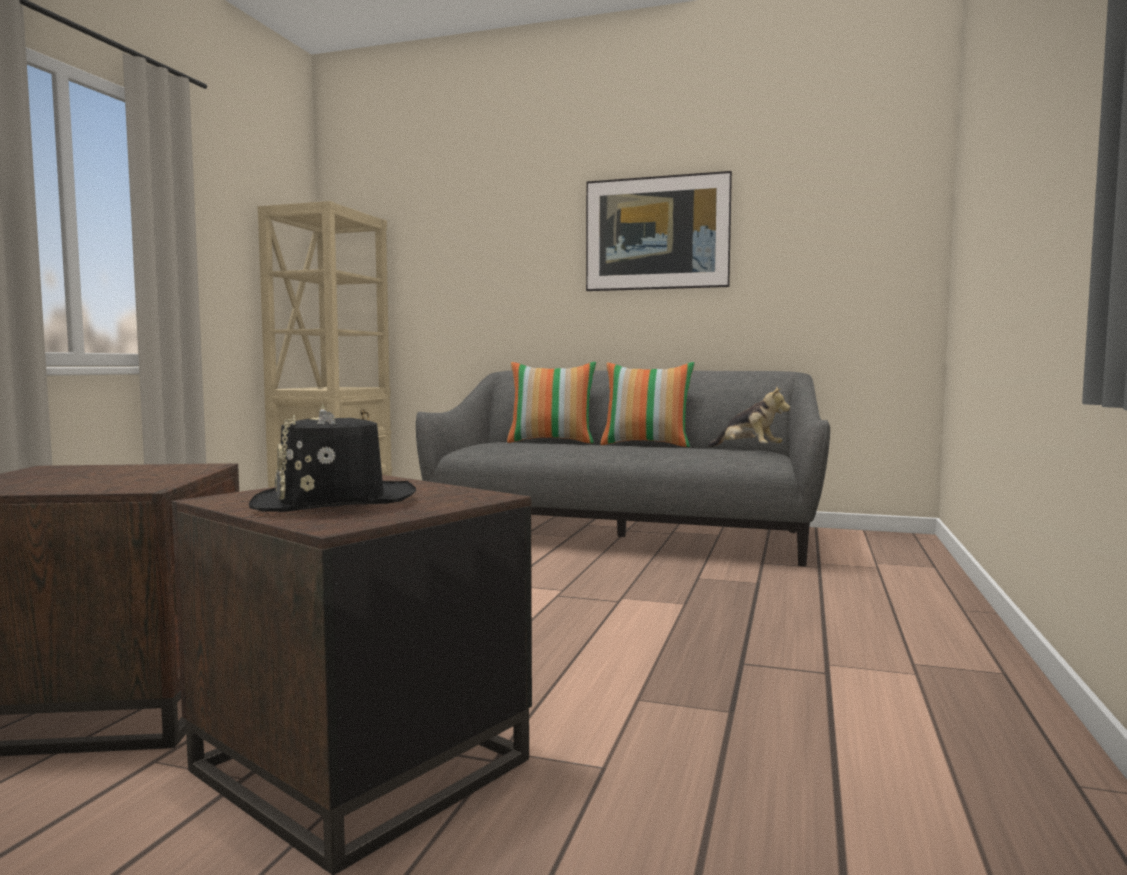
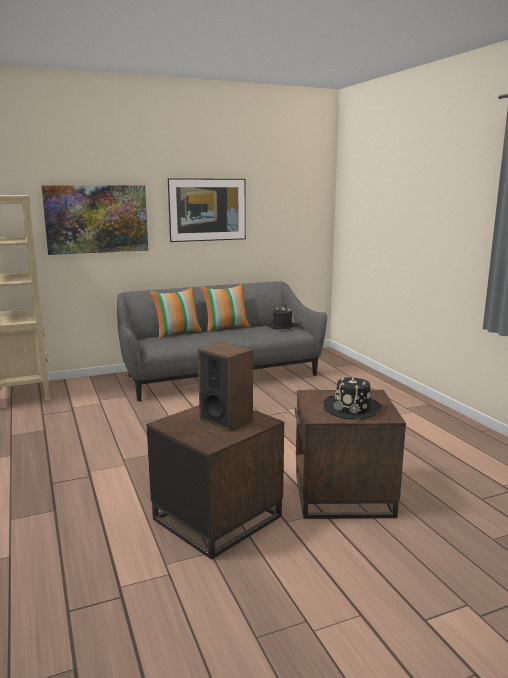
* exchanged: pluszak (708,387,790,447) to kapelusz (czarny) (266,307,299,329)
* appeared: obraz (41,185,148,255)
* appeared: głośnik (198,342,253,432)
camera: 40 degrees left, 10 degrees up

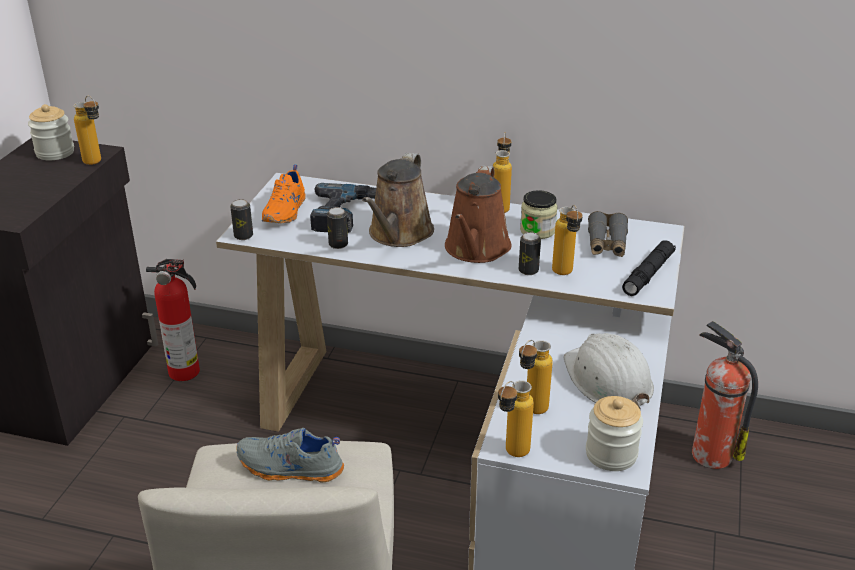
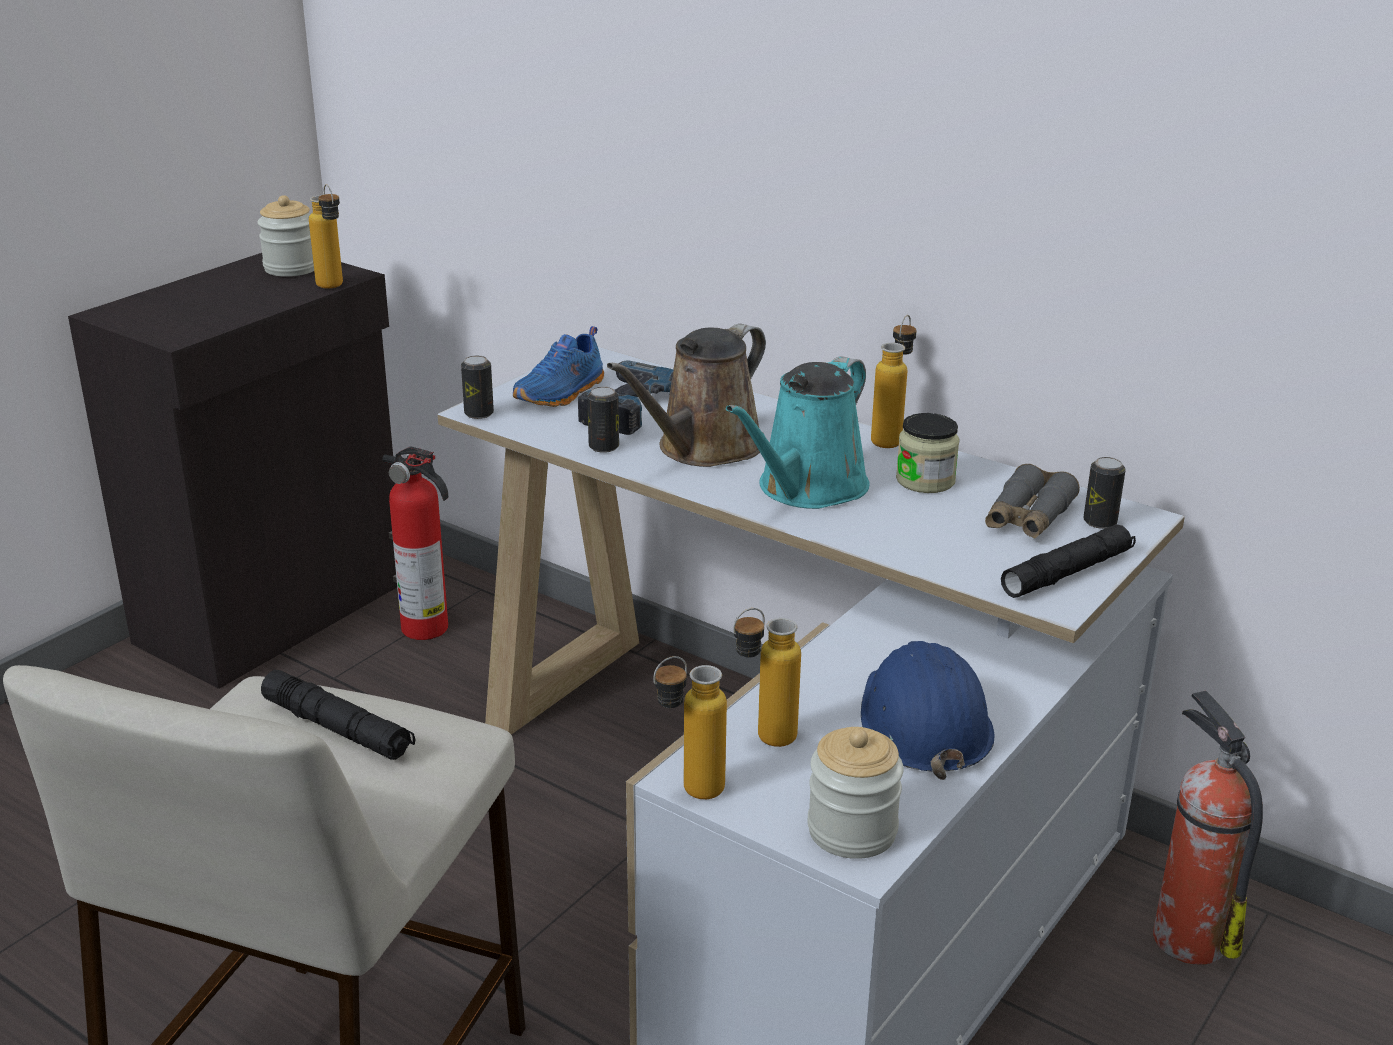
* colour: but (pomarańczowy) (262,165,306,223) to but (niebieski) (513,326,604,407)
* colour: konewka (brązowy) (445,166,512,263) to konewka (turkusowy) (726,356,870,509)
* missing: butelka (552,205,583,275)
* relocated: puszka (519,232,541,275) to (1083,457,1126,529)
* colour: kask (biały) (563,333,654,410) to kask (niebieski) (861,641,995,780)
* exchanged: but (szary) (236,428,344,482) to latarka (czarny) (261,670,416,760)
camera: 20 degrees right, 5 degrees down

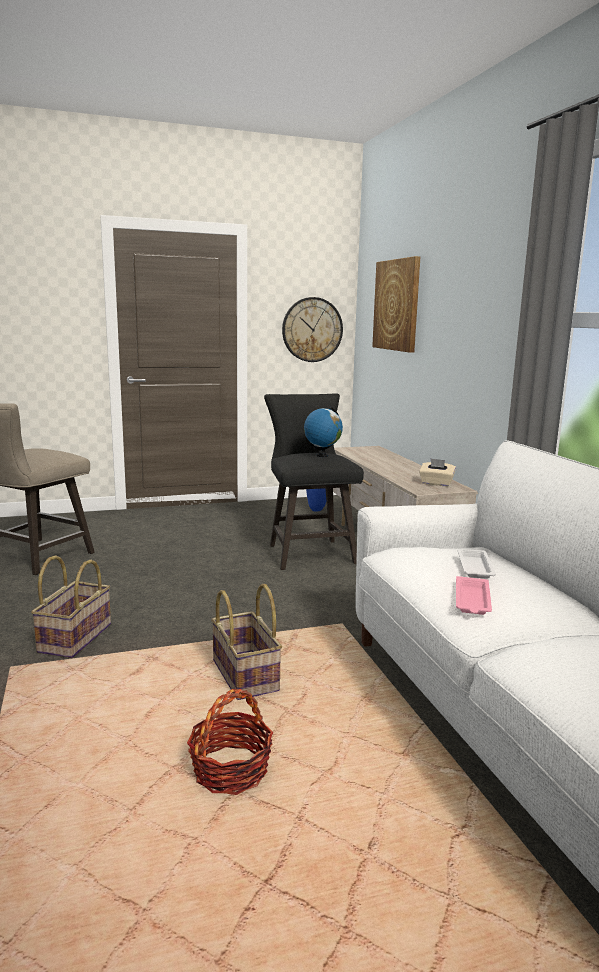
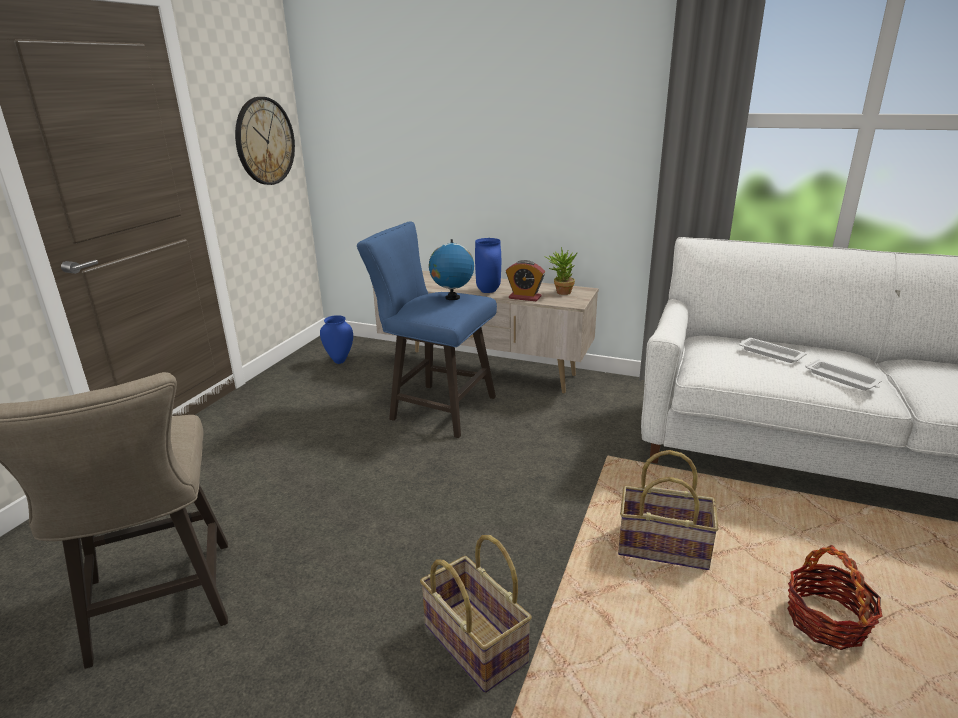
* missing: obraz (372,256,420,353)
* colour: stołek (czarny) (264,394,364,570) to stołek (niebieski) (357,221,497,438)
* exchanged: pudełko chusteczek (beżowy) (419,458,456,486) to roślina doniczkowa (544,247,578,295)
* colour: taca (różowy) (456,576,492,615) to taca (biały) (805,359,882,391)
* appeared: wazon (niebieski) (475,238,501,293)
* appeared: budzik (506,260,545,302)
camera: 50 degrees left, 10 degrees up

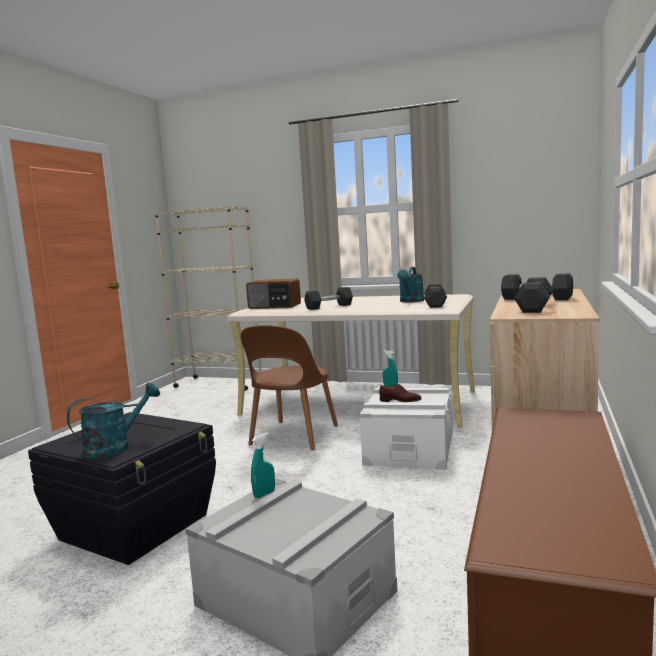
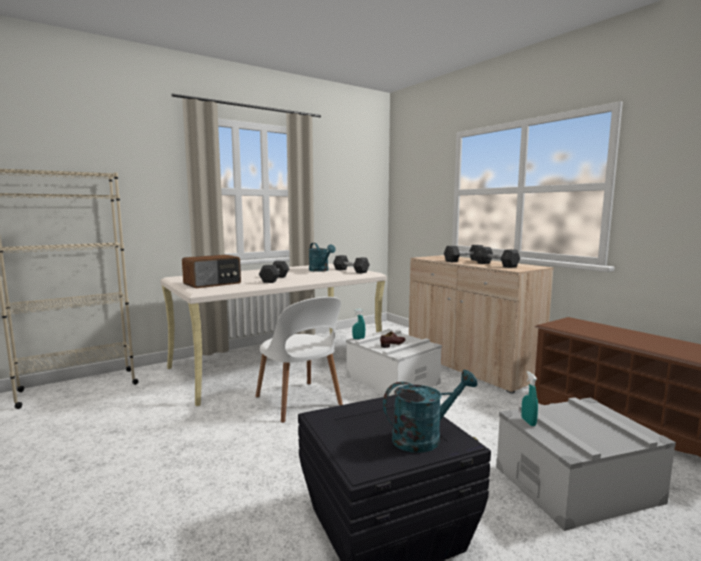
* colour: krzesło (brązowy) (241,325,338,450) to krzesło (biały) (255,297,343,423)
* spun: konewka (turkusowy) (67,382,160,459) = (383,370,478,453) 75 degrees clockwise
camera: 55 degrees left, 0 degrees up

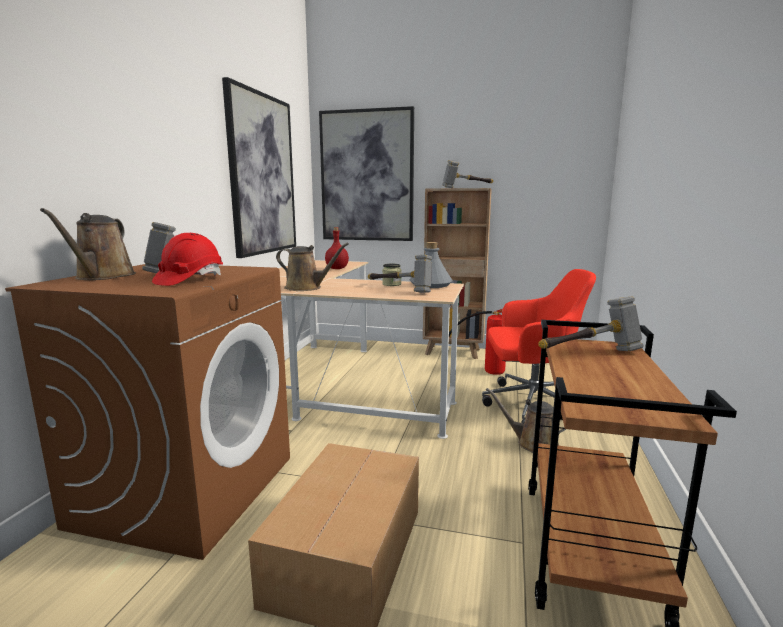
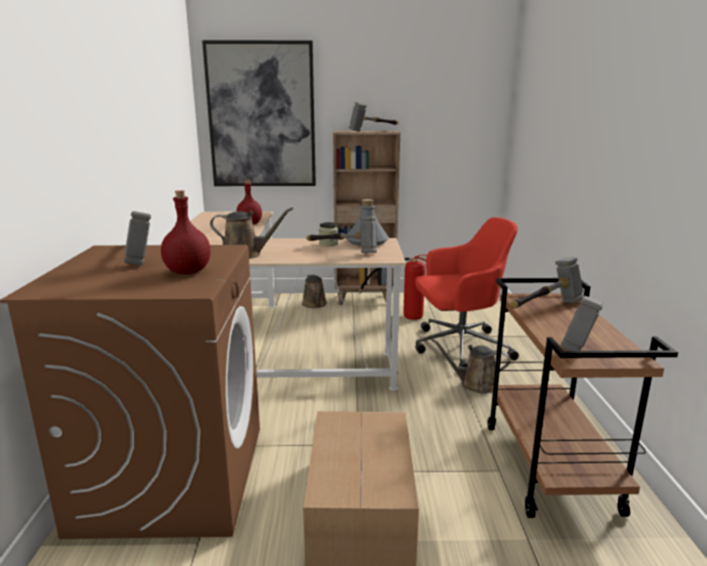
* missing: obraz (222,77,296,258)
* relocated: konewka (brązowy) (40,208,136,280) to (302,274,327,308)
* exchanged: kask (czerwony) (152,233,223,286) to butelka (czerwony) (161,190,211,274)
* appeared: młotek (561,296,603,351)
camera: 15 degrees left, 5 degrees up

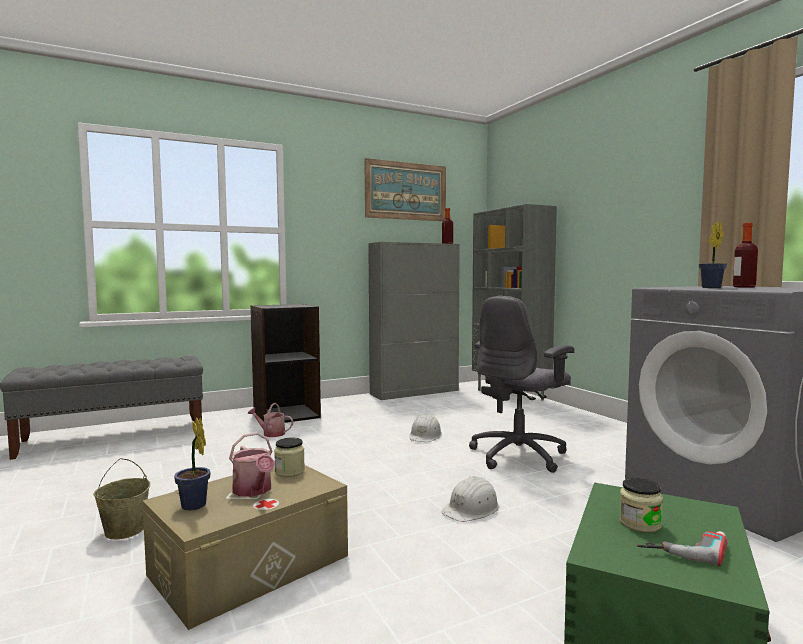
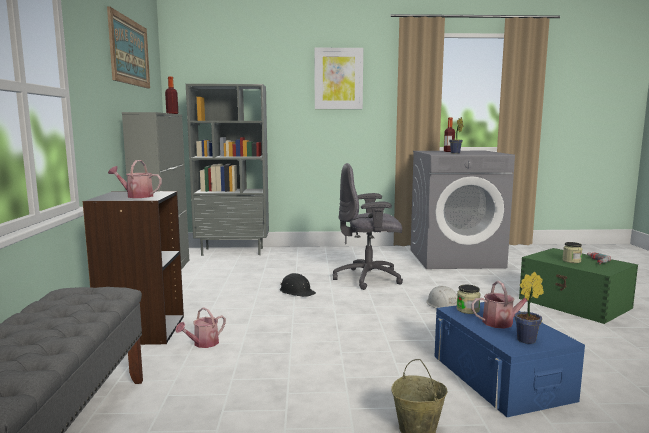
* spun: krzesło biurowe (szary) (469,296,575,473) = (333,163,403,290) 105 degrees clockwise
* colour: kask (biały) (410,414,442,442) to kask (czarny) (280,273,316,297)
* colour: pojemnik do przechowywania (beżowy) (142,464,348,630) to pojemnik do przechowywania (niebieski) (434,302,585,417)
* appeared: obraz (314,48,363,109)
* appeared: konewka (108,160,162,198)
camera: 65 degrees left, 5 degrees up

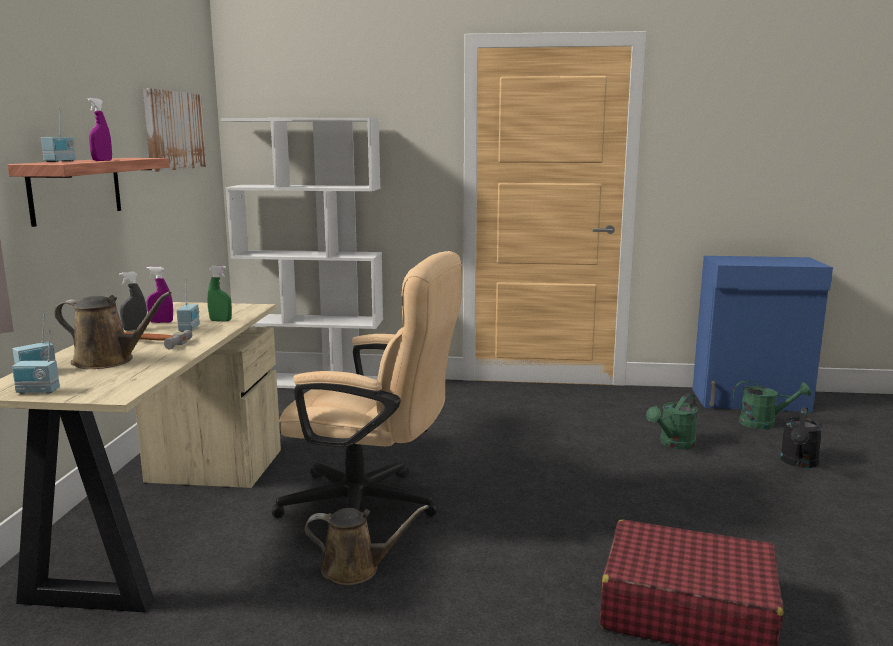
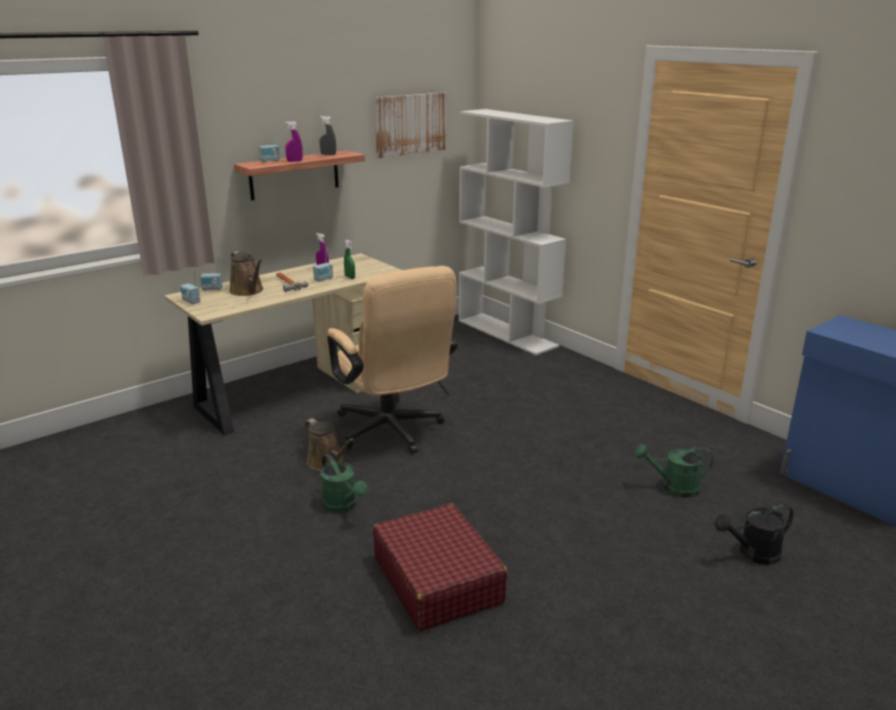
* relocated: spryskiwacz (szary) (119,271,147,331) to (320,116,336,155)
* relocated: konewka (zielony) (733,380,811,429) to (320,454,368,513)
camera: 45 degrees right, 10 degrees up

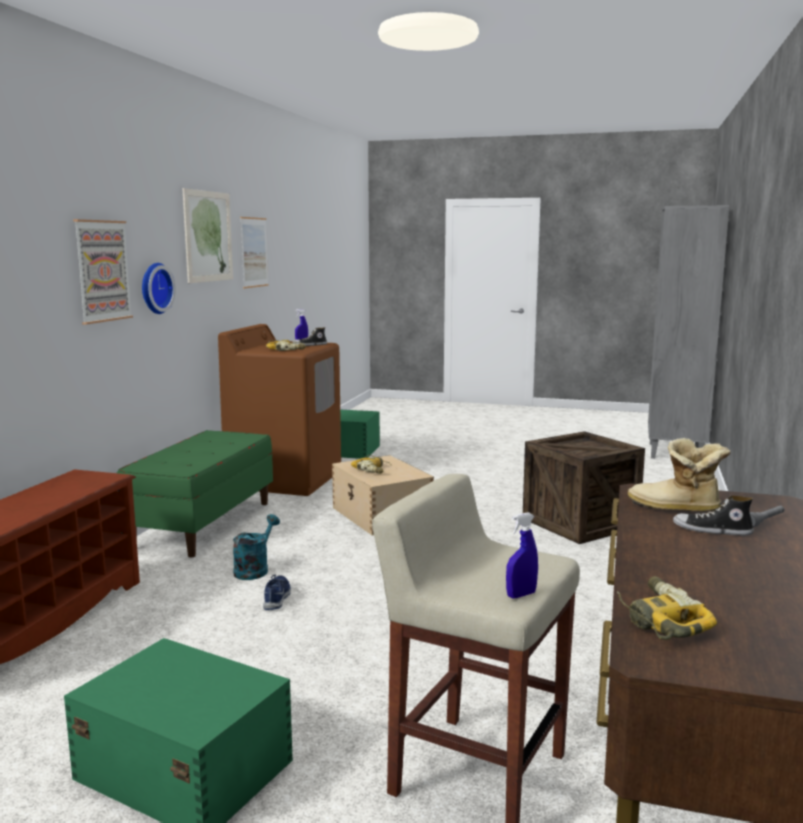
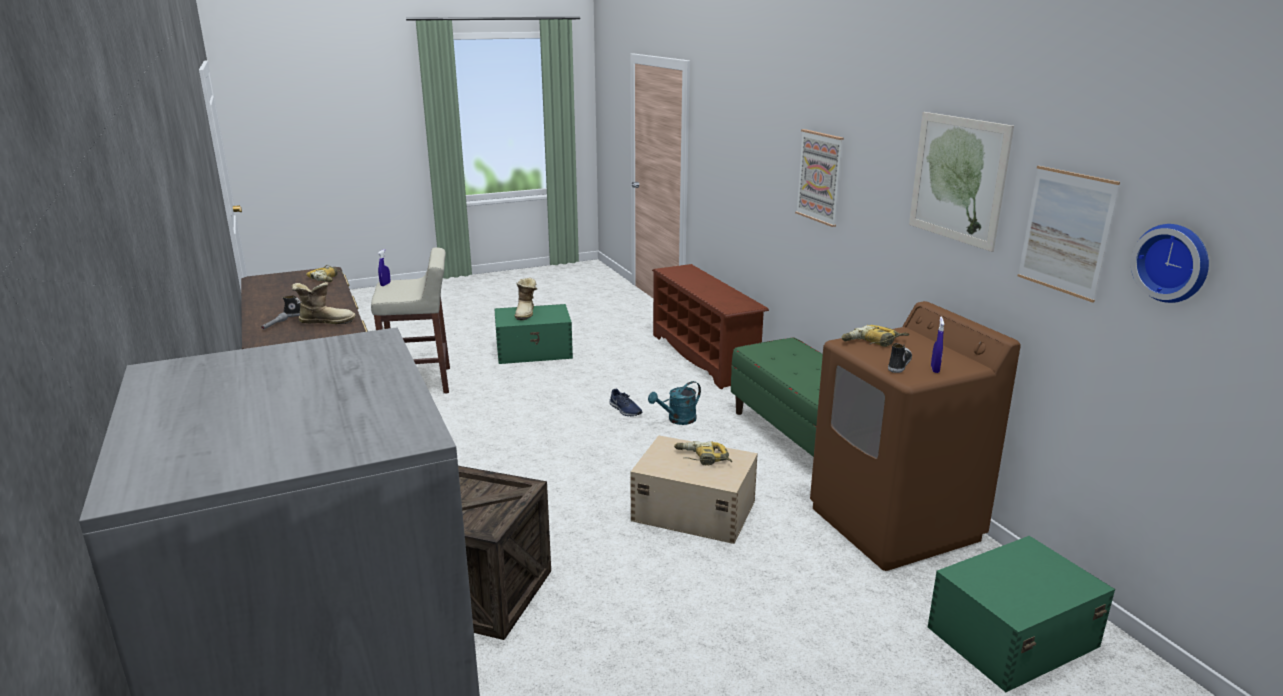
* relocated: zegar ścienny (142,263,176,314) to (1131,224,1209,303)
* spun: konewka (turkusowy) (233,514,280,580) = (648,381,701,425) 75 degrees clockwise
* appeared: but z cholewką (514,278,537,320)
camera: 140 degrees right, 10 degrees up

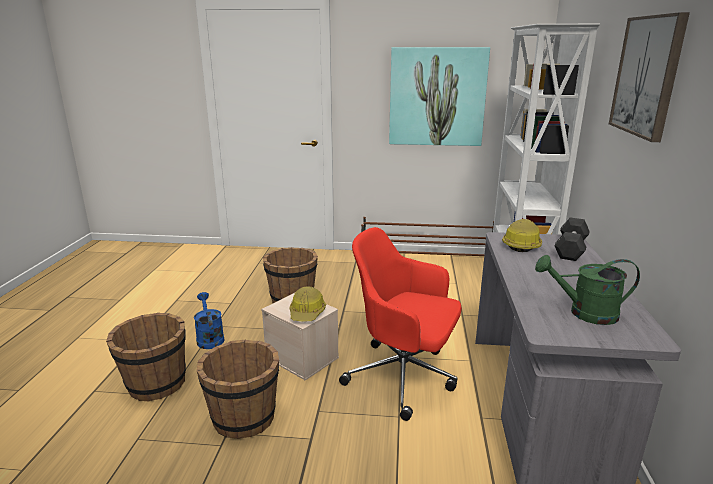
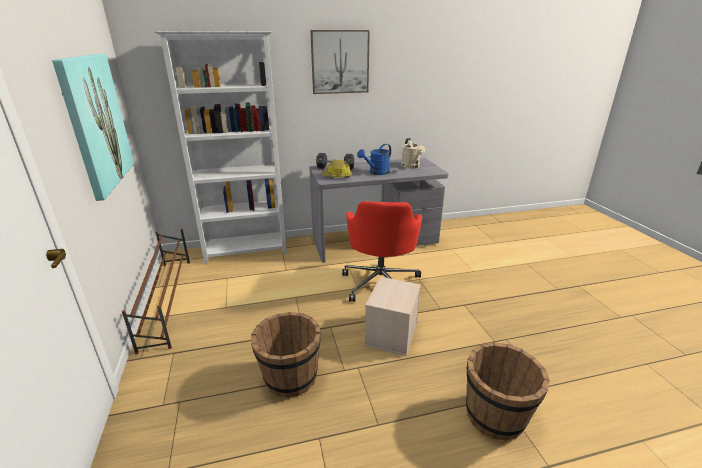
* colour: konewka (zielony) (535,255,640,325) to konewka (beżowy) (401,138,425,169)
* missing: kask (290,286,326,321)
* relocated: konewka (niebieski) (194,292,224,349) to (357,144,391,175)
* missing: wiadro (brązowy) (197,340,279,439)
camera: 110 degrees left, 5 degrees up

